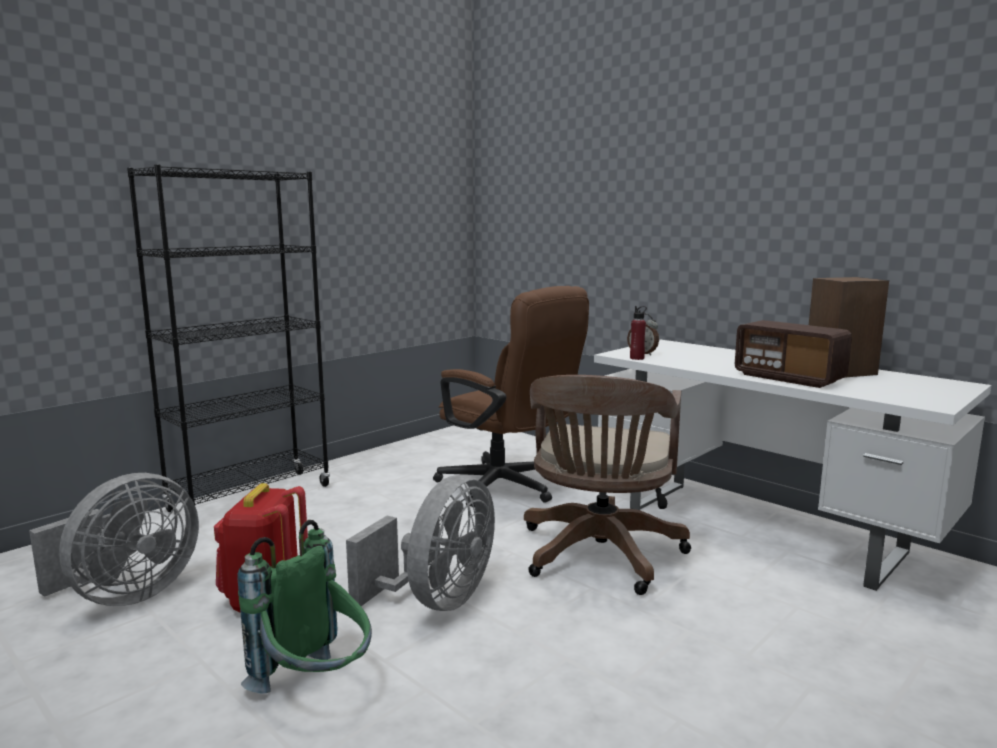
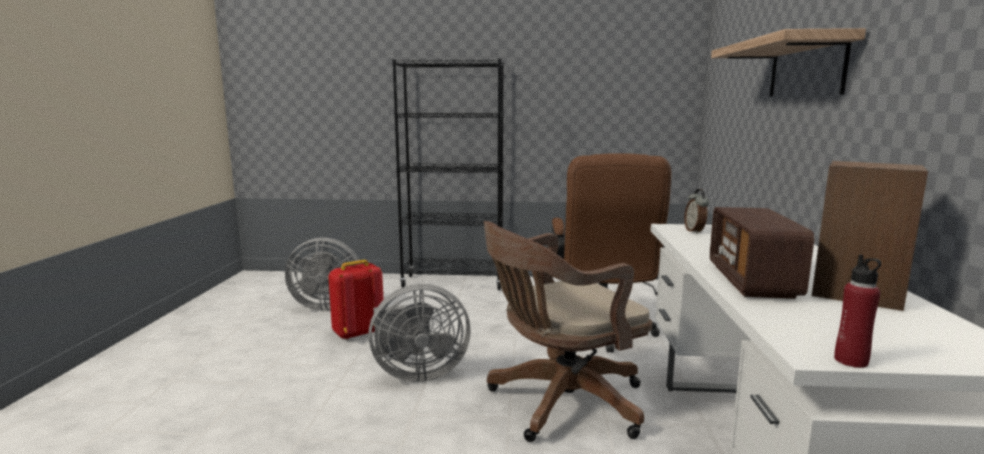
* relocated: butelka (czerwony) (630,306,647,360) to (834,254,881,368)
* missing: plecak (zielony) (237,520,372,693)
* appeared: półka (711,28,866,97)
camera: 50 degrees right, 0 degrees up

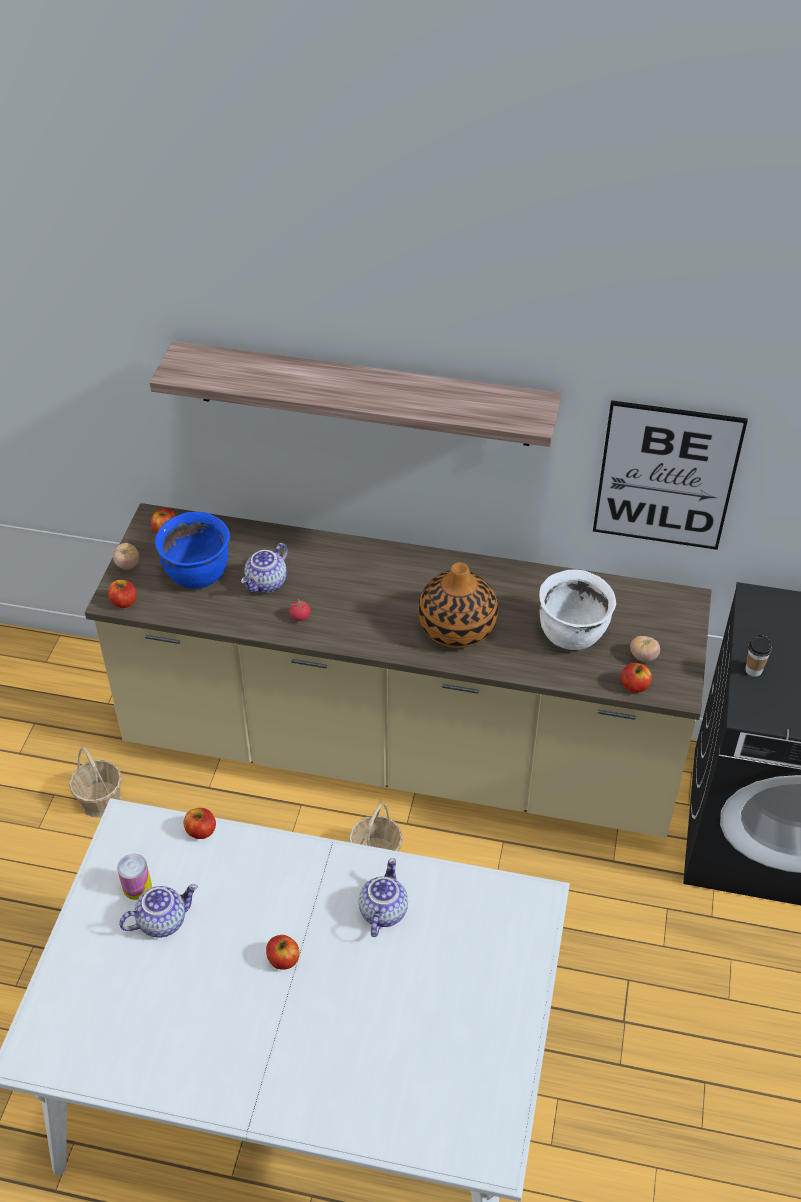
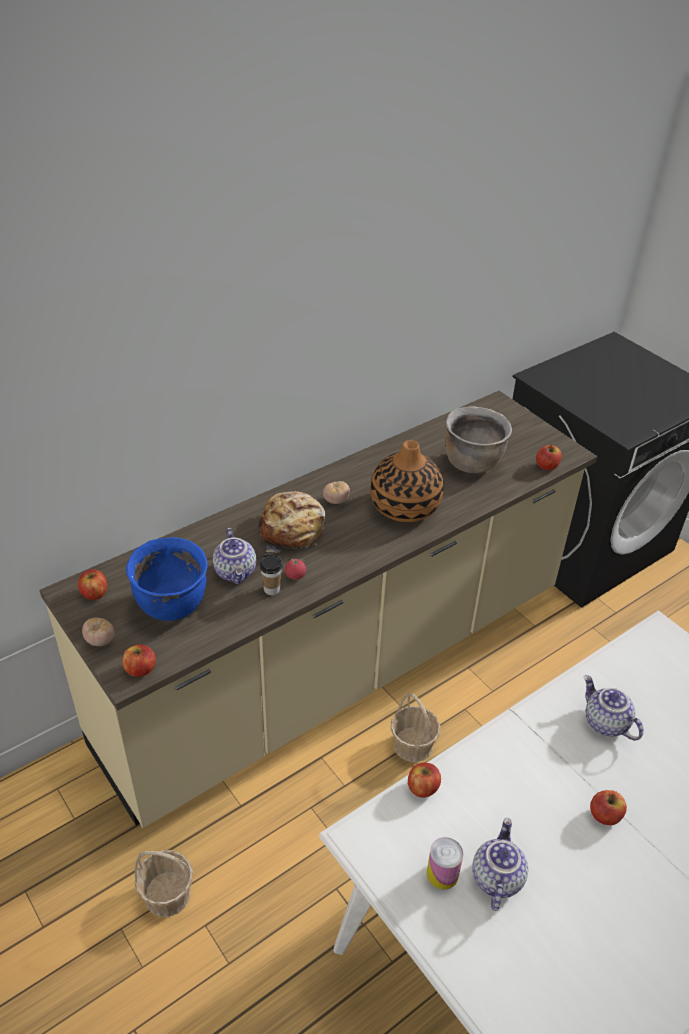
* missing: półka (150,341,561,447)
* missing: obraz (593,400,748,550)
* colour: garnek (biały) (539,569,616,650) to garnek (brązowy) (445,406,512,473)
* relocated: filiżanka (746,635,772,677) to (259,554,283,595)
* relocated: pomidor (630,636,660,662) to (323,481,350,504)
* appeared: chleb (258,491,325,553)
camera: 50 degrees left, 5 degrees down

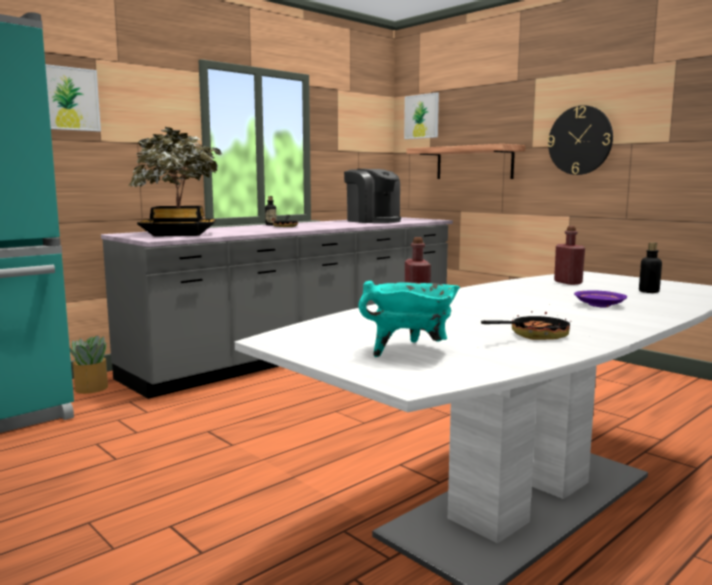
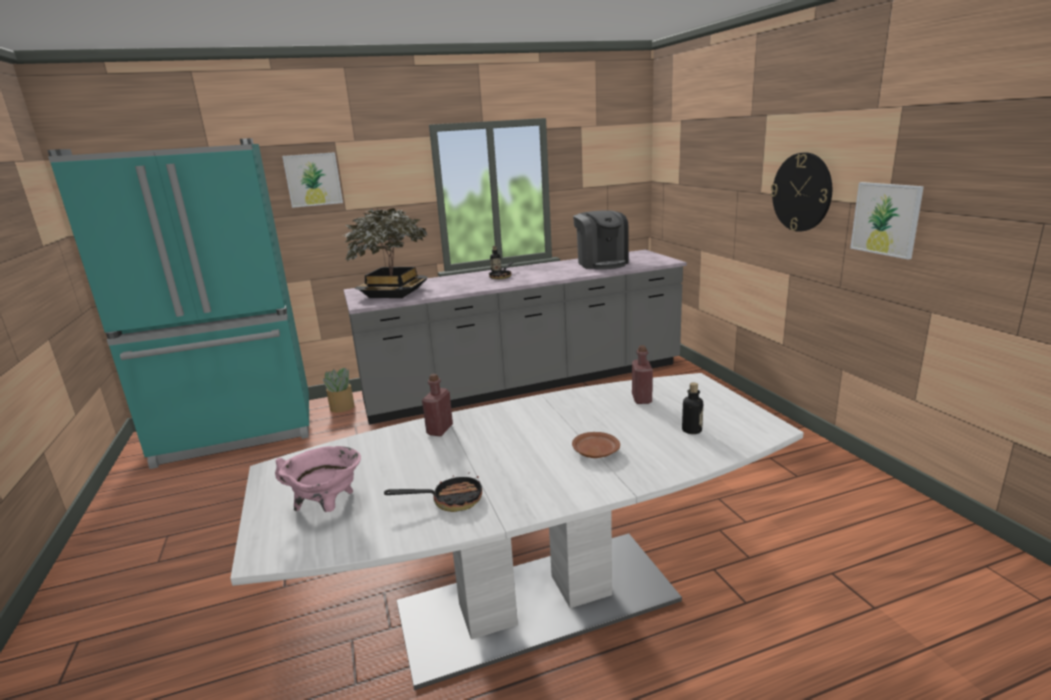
* relocated: obraz (404,92,439,139) to (850,182,924,260)
* missing: półka (407,144,525,179)
* colour: garnek (turkusowy) (359,281,460,357) to garnek (różowy) (275,446,361,512)
* colour: talerz (fioletowy) (574,290,627,308) to talerz (brązowy) (572,432,620,458)
camera: 25 degrees right, 10 degrees up

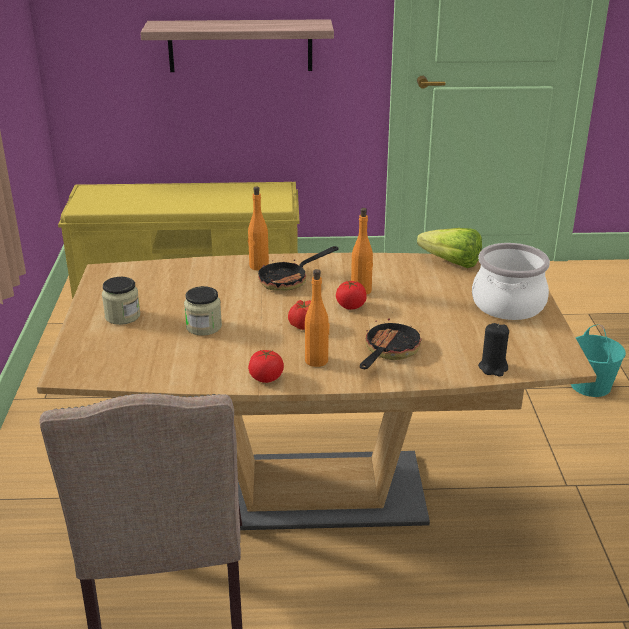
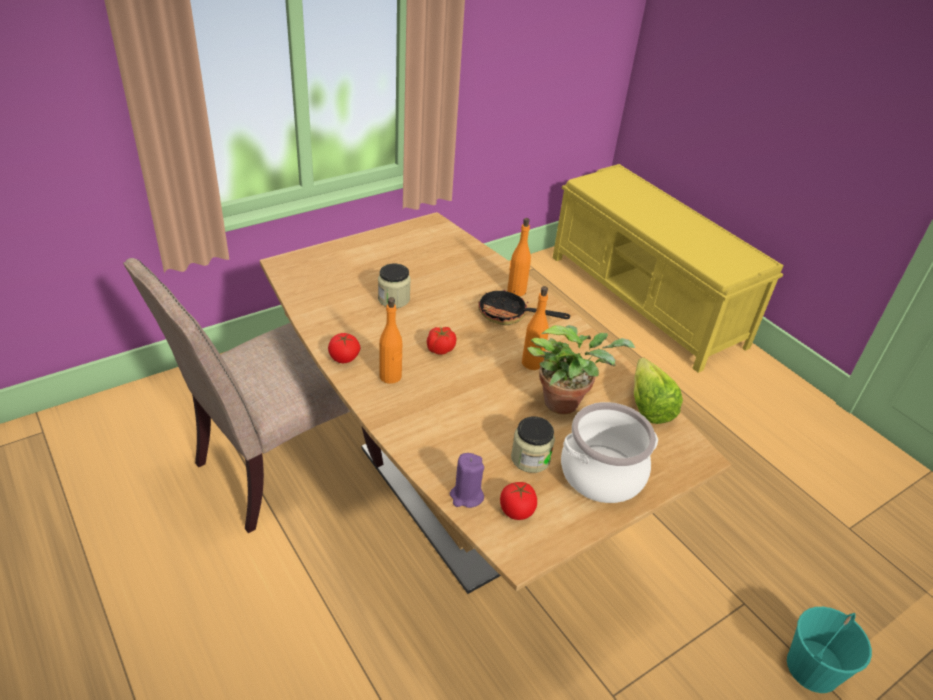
* missing: półka (140,19,334,72)
* relocated: słoik (102,277,140,325) to (511,417,555,473)
* relocated: pomidor (336,281,367,310) to (500,482,537,520)
* missing: patelnia (360,318,422,369)
* colour: świeca (czarny) (478,323,509,377) to świeca (fioletowy) (450,453,484,508)
* appeared: roślina doniczkowa (527,325,635,414)
camera: 55 degrees right, 10 degrees up

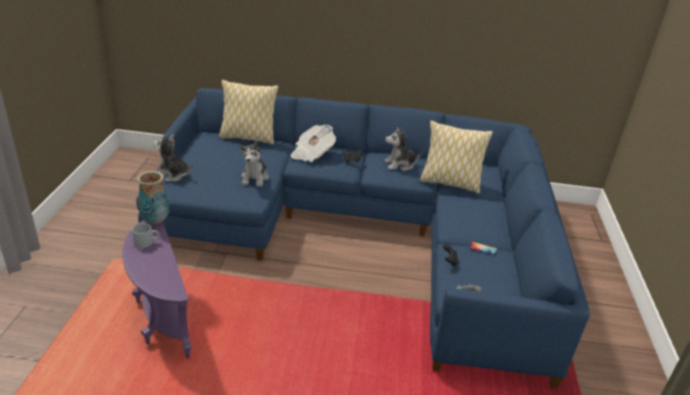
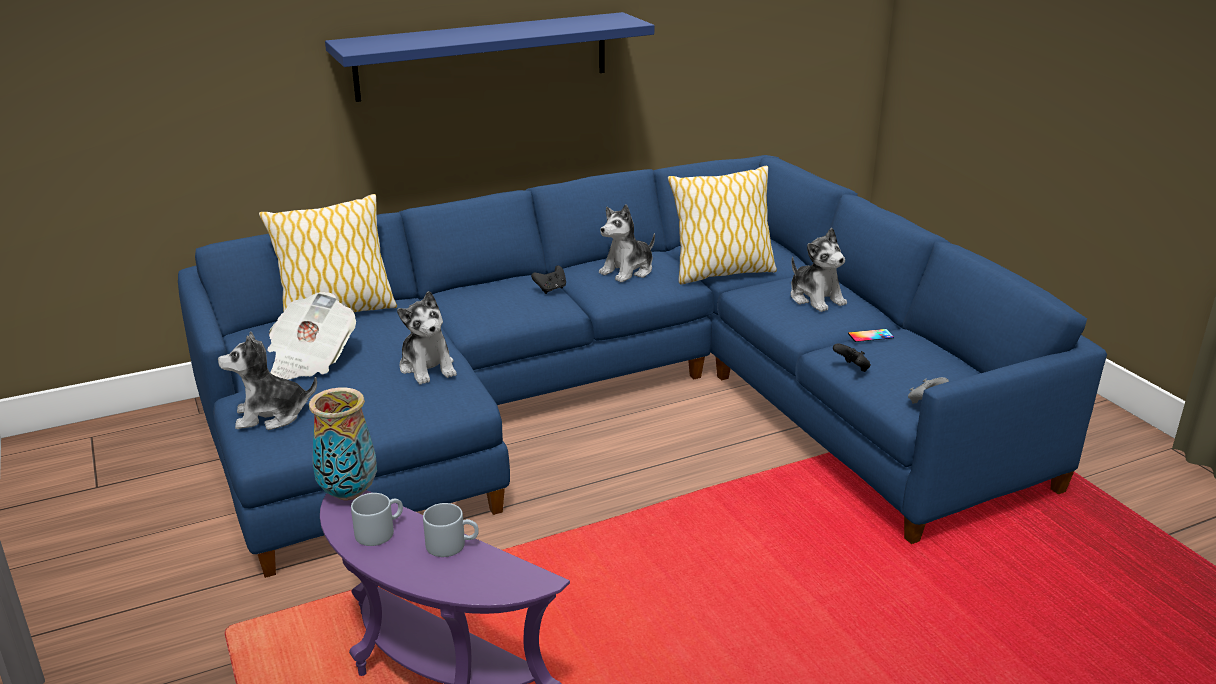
* relocated: gazeta (291,125,336,162) to (267,292,356,380)
* appeared: półka (niebieski) (325,12,654,102)
* appeared: pluszak (791,228,847,312)
* appeared: kubek (szary) (423,503,479,557)
camera: 30 degrees left, 5 degrees down

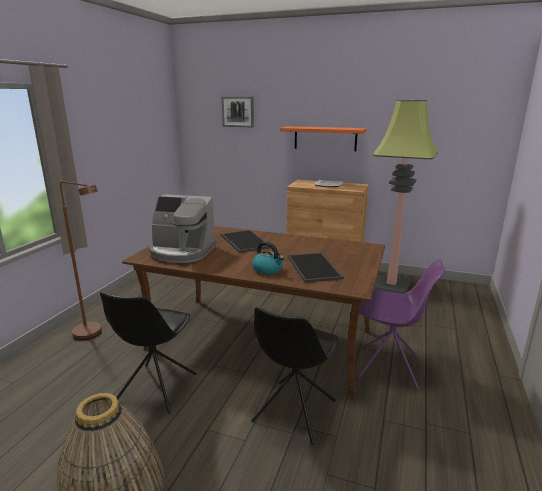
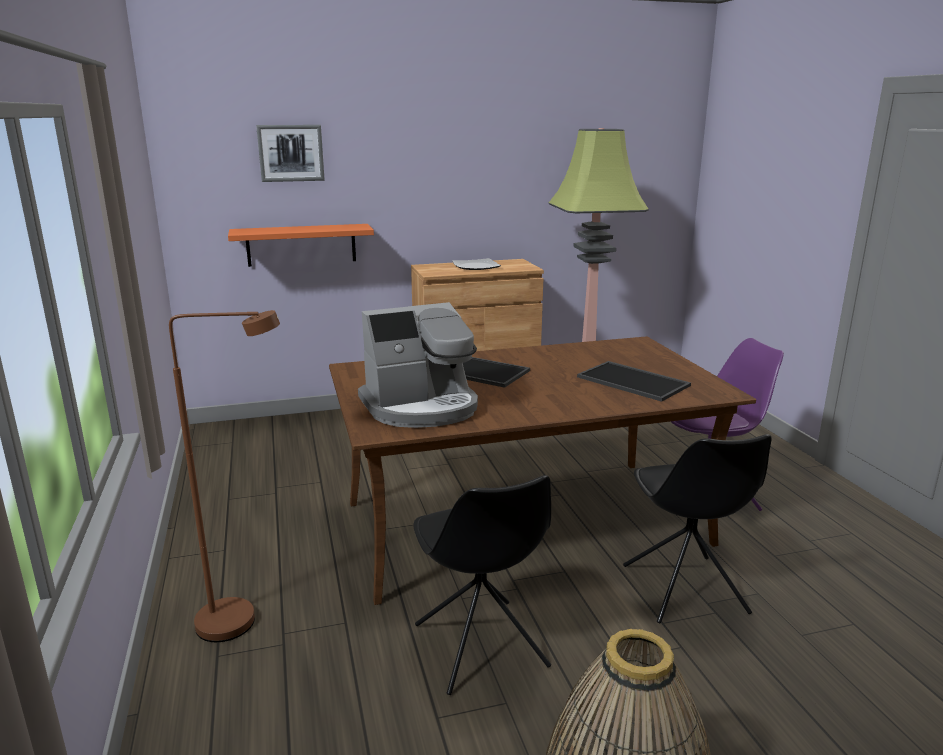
* relocated: półka (pomarańczowy) (280,126,367,151) to (228,224,374,267)
* missing: czajnik (252,242,284,274)
camera: 35 degrees left, 0 degrees up

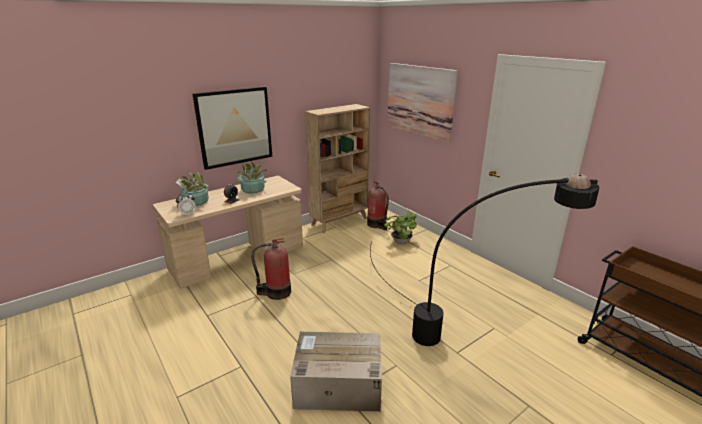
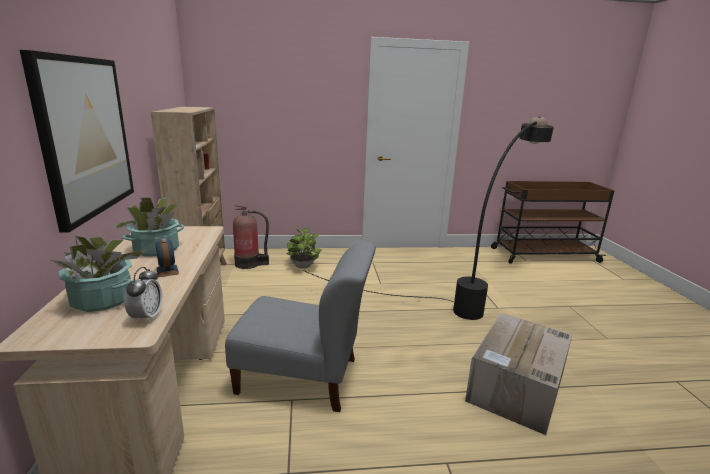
* missing: obraz (387,63,458,143)
* exchanged: gaśnica (251,238,291,300) to krzesło (szary) (225,242,376,412)
camera: 60 degrees left, 5 degrees down

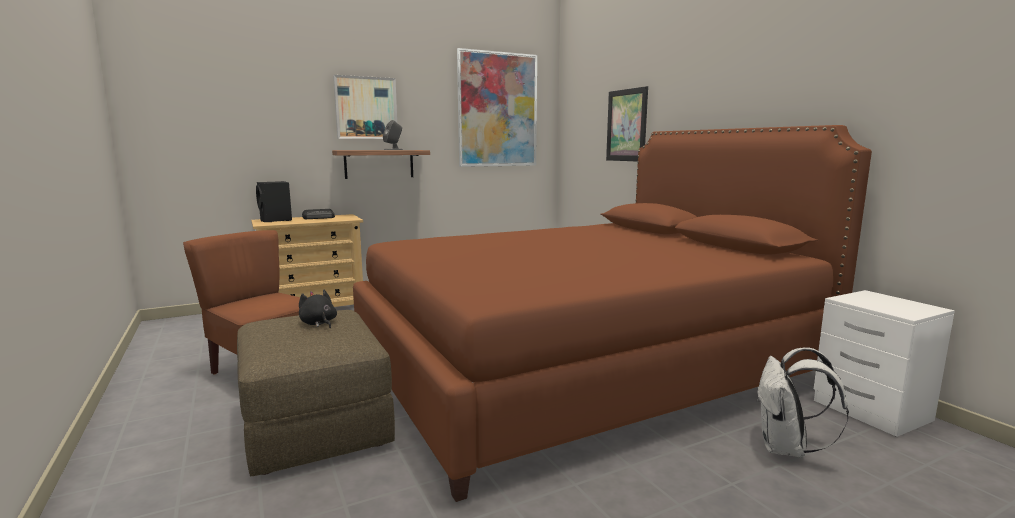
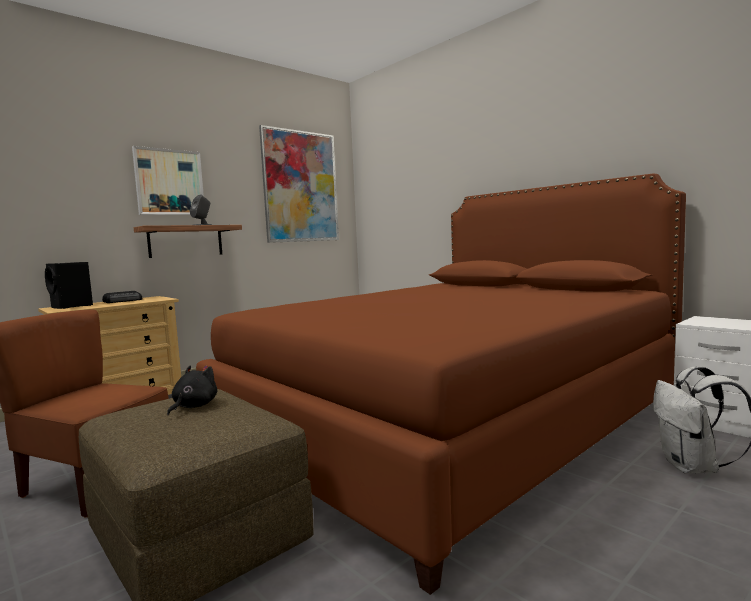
* missing: obraz (606,86,648,162)
* spun: pluszak (czarny) (299,290,337,328) = (167,365,217,416) 75 degrees clockwise
camera: 15 degrees left, 5 degrees down

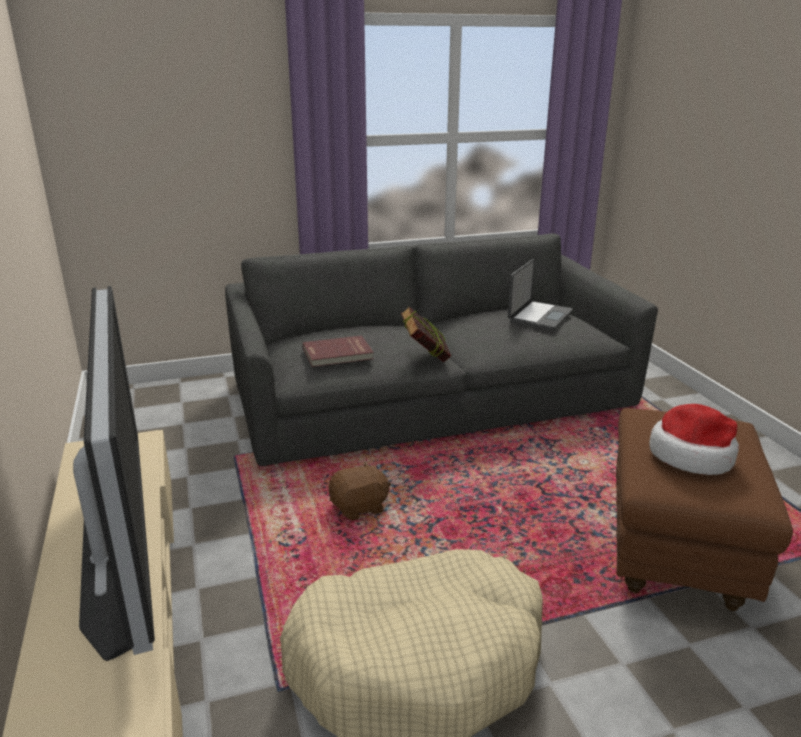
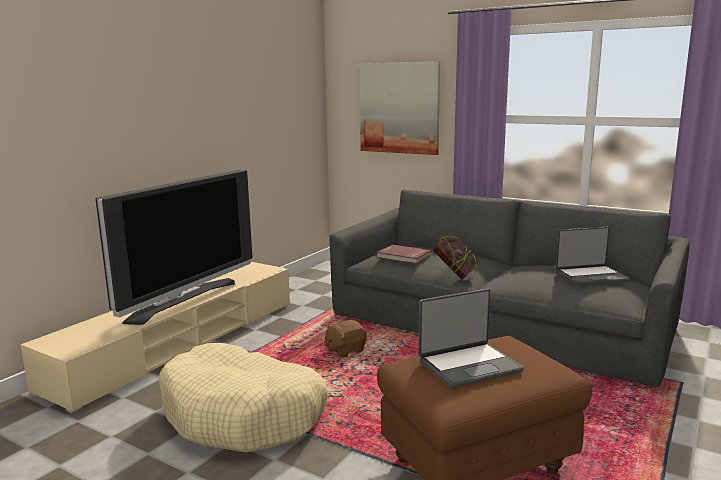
* exchanged: kapelusz (649,404,739,475) to laptop (418,288,524,388)
* spun: pluszak (brązowy) (329,461,391,521) = (324,320,367,358) 120 degrees clockwise
* appeared: obraz (359,61,440,155)
camera: 50 degrees right, 10 degrees down

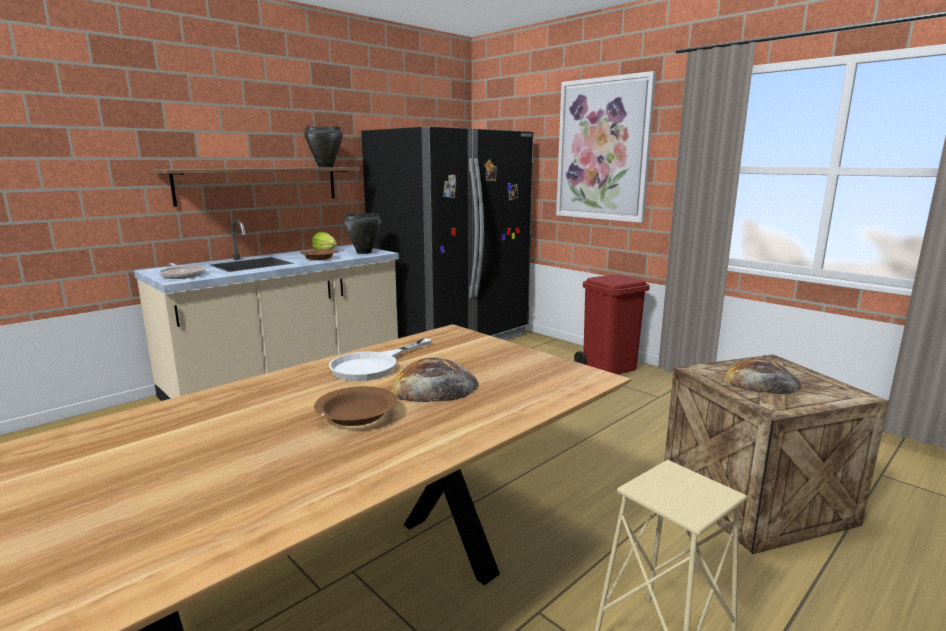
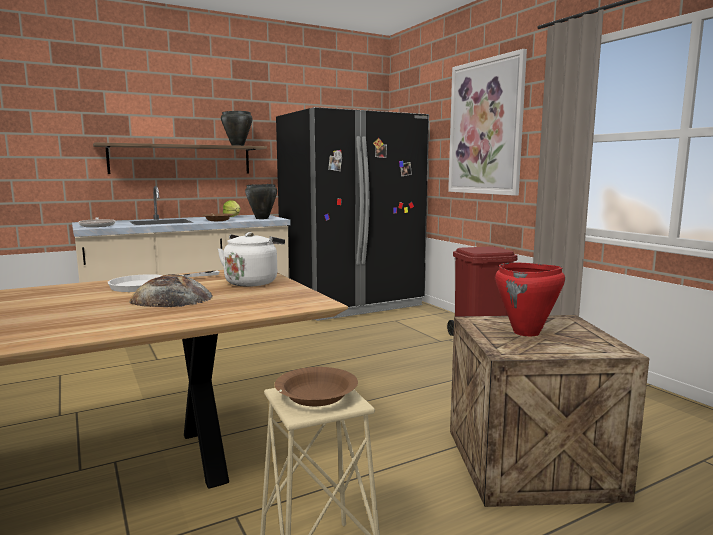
* exchanged: chleb (723,358,802,394) to garnek (czerwony) (495,263,565,336)
* relocated: miska (brązowy) (314,386,397,426) to (275,367,358,406)
* appeared: czajnik (biały) (218,232,285,287)
camera: 15 degrees right, 5 degrees down

